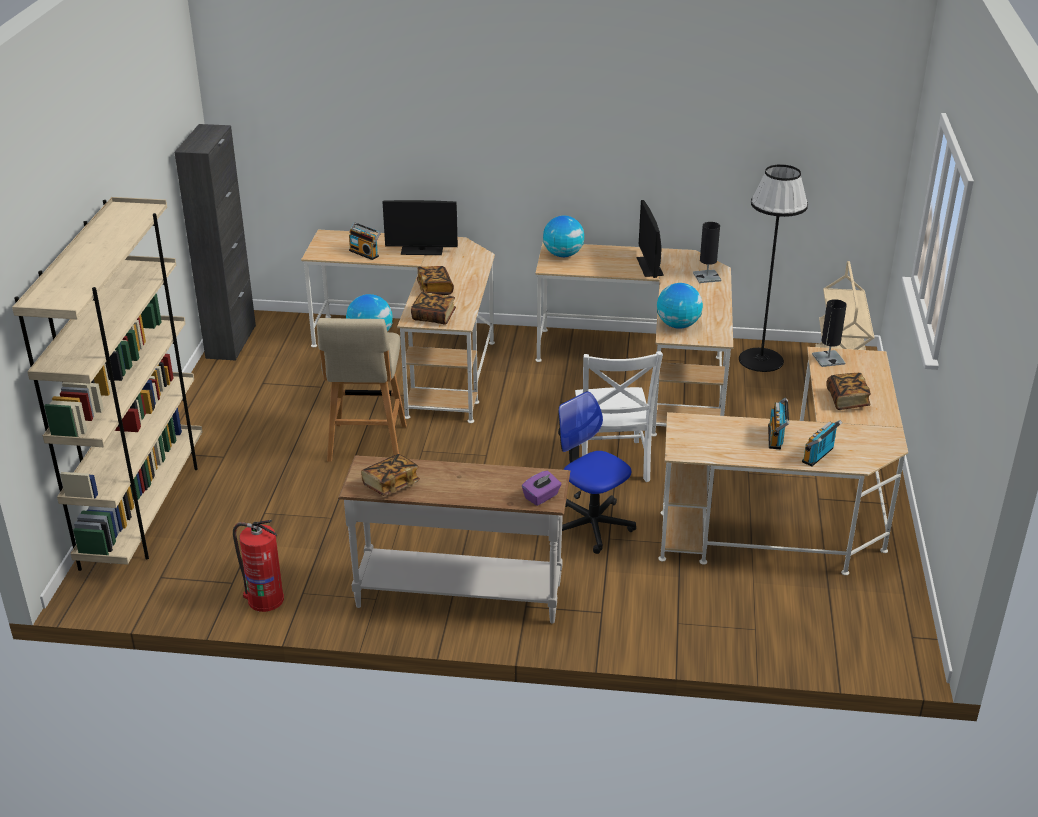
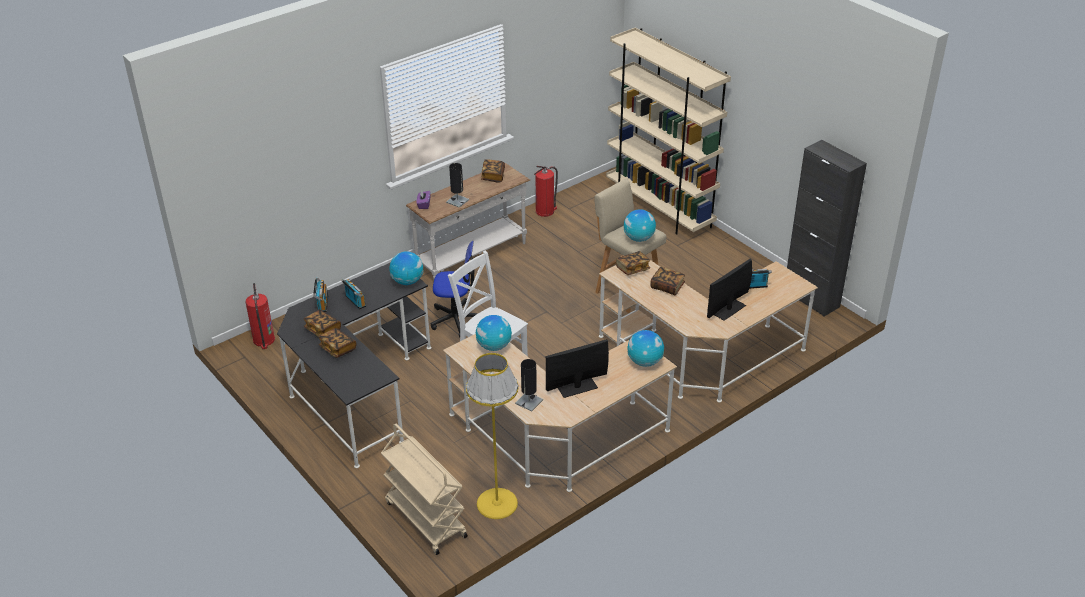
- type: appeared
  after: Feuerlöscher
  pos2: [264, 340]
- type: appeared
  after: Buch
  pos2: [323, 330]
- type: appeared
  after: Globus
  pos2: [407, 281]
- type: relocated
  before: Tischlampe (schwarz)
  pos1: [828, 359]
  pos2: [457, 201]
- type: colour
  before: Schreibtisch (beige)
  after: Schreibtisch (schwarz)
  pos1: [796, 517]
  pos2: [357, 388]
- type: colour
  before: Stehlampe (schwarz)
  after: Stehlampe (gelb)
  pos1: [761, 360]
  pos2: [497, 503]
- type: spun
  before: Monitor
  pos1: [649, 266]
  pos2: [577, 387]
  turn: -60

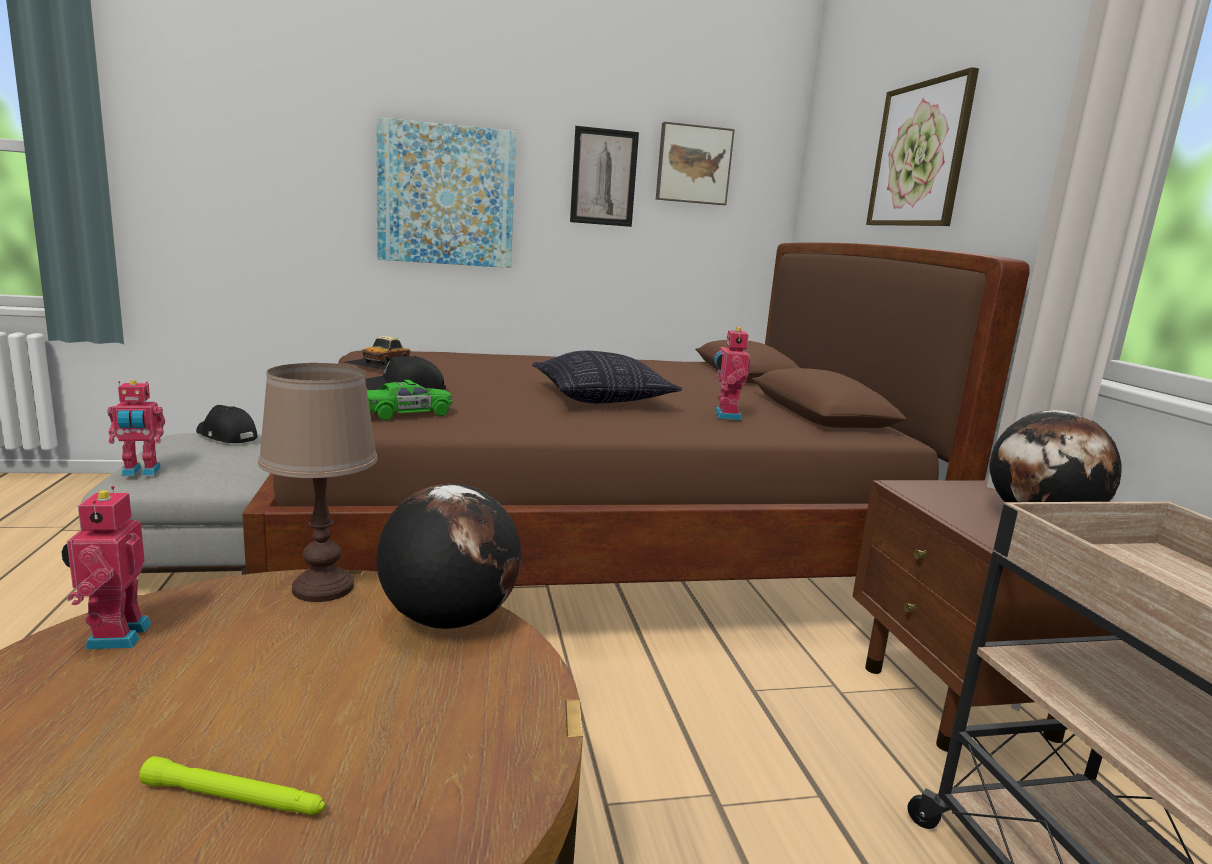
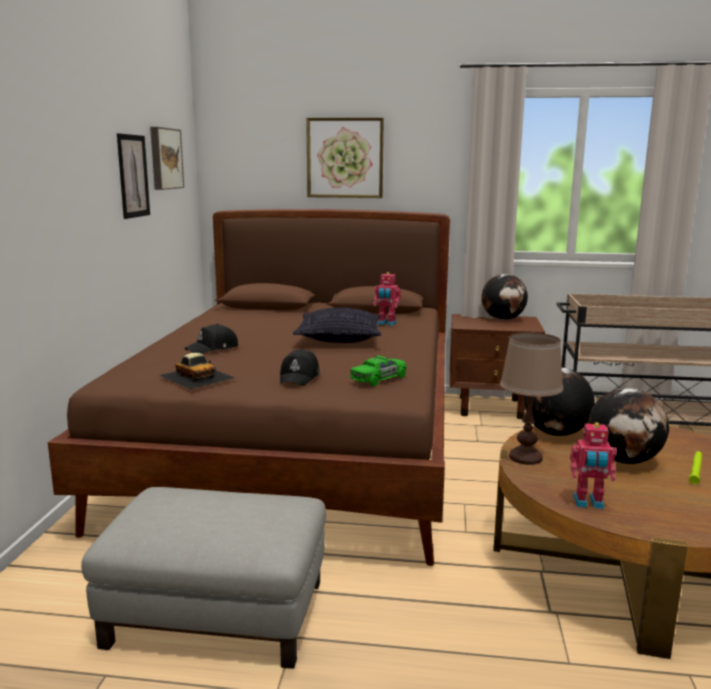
- type: missing
  before: Spielzeugroboter
  pos1: [140, 472]
- type: missing
  before: Bild
  pos1: [446, 195]
- type: appeared
  after: Globus
  pos2: [624, 460]
- type: relocated
  before: Kappe (schwarz)
  pos1: [226, 436]
  pos2: [213, 348]
- type: spun
  before: Spielzeugauto (grün)
  pos1: [406, 414]
  pos2: [379, 379]
  turn: 60

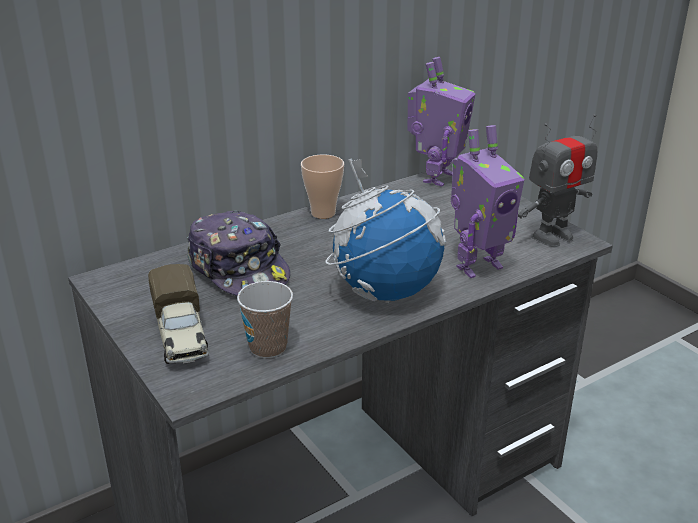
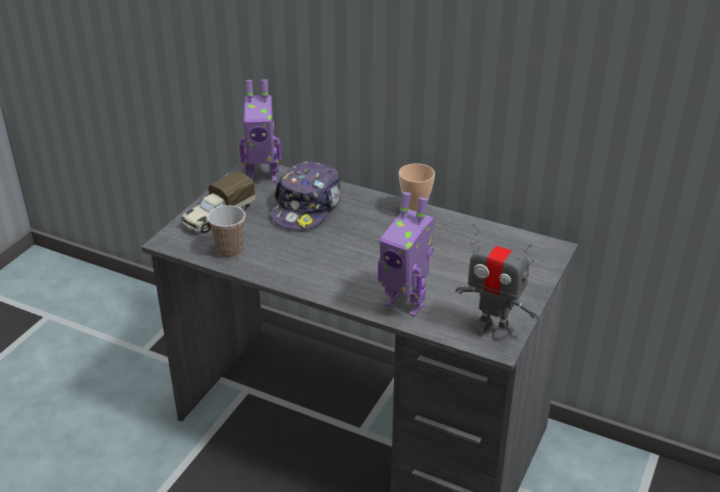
- type: missing
  before: Globus
  pos1: [385, 290]
- type: relocated
  before: Spielzeugroboter
  pos1: [436, 177]
  pos2: [262, 176]

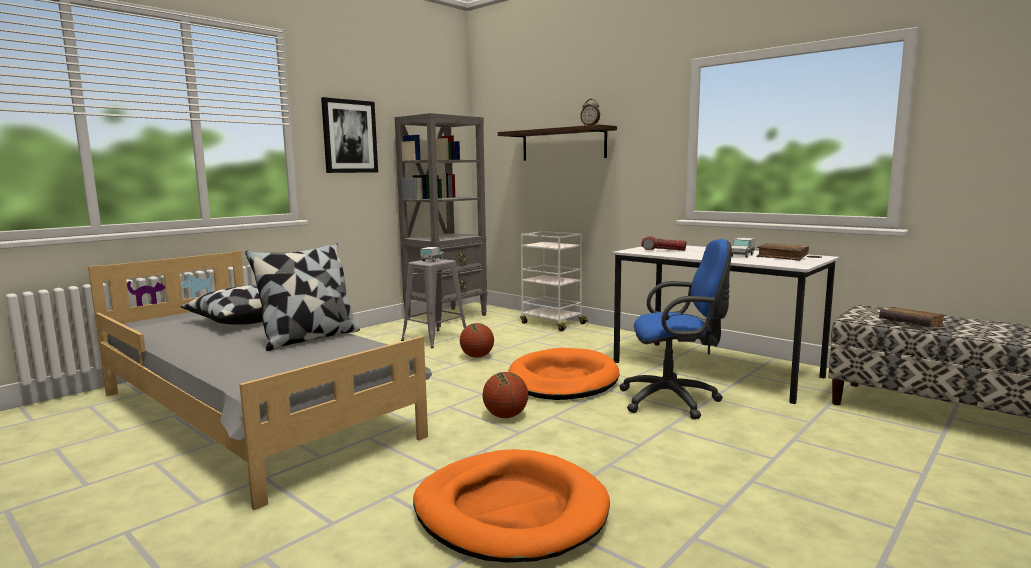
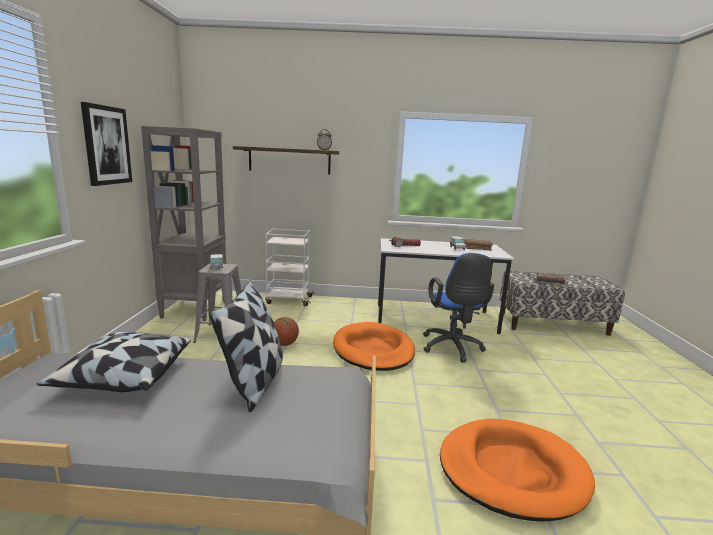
- type: missing
  before: Basketball
  pos1: [505, 416]
- type: spun
  before: Bürostuhl (blau)
  pos1: [674, 401]
  pos2: [452, 348]
  turn: 120

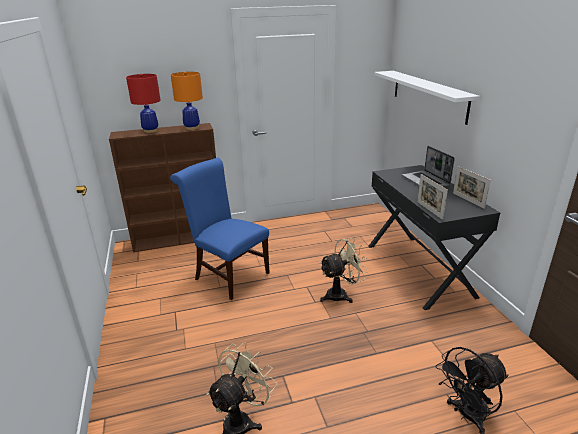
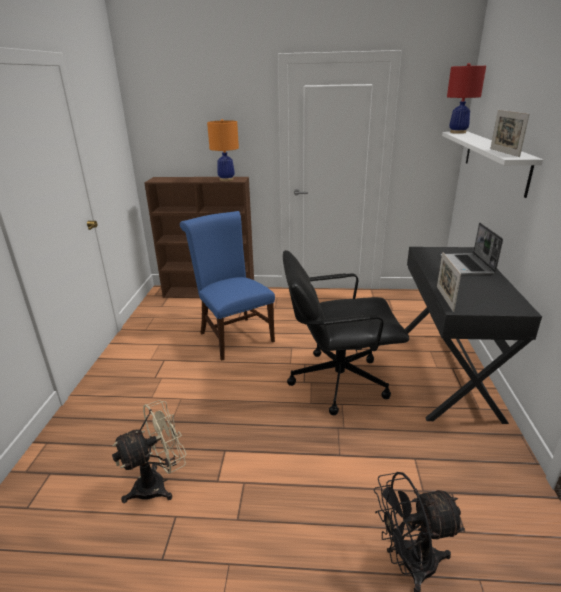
- type: relocated
  before: Tischlampe (rot)
  pos1: [150, 131]
  pos2: [457, 132]
- type: relocated
  before: Bilderrahmen
  pos1: [468, 200]
  pos2: [504, 152]
- type: exchanged
  before: Ventilator (beige)
  after: Bürostuhl (schwarz)
  pos1: [341, 294]
  pos2: [337, 380]

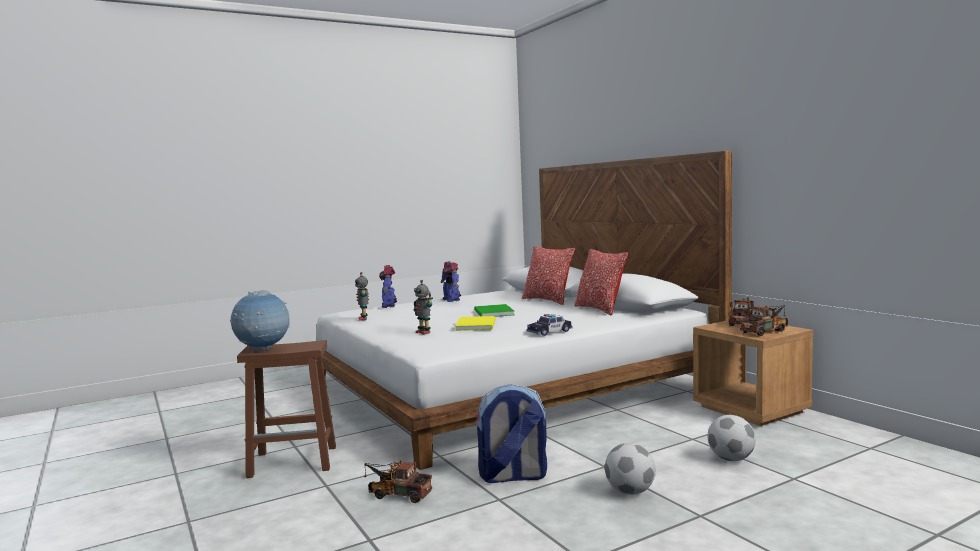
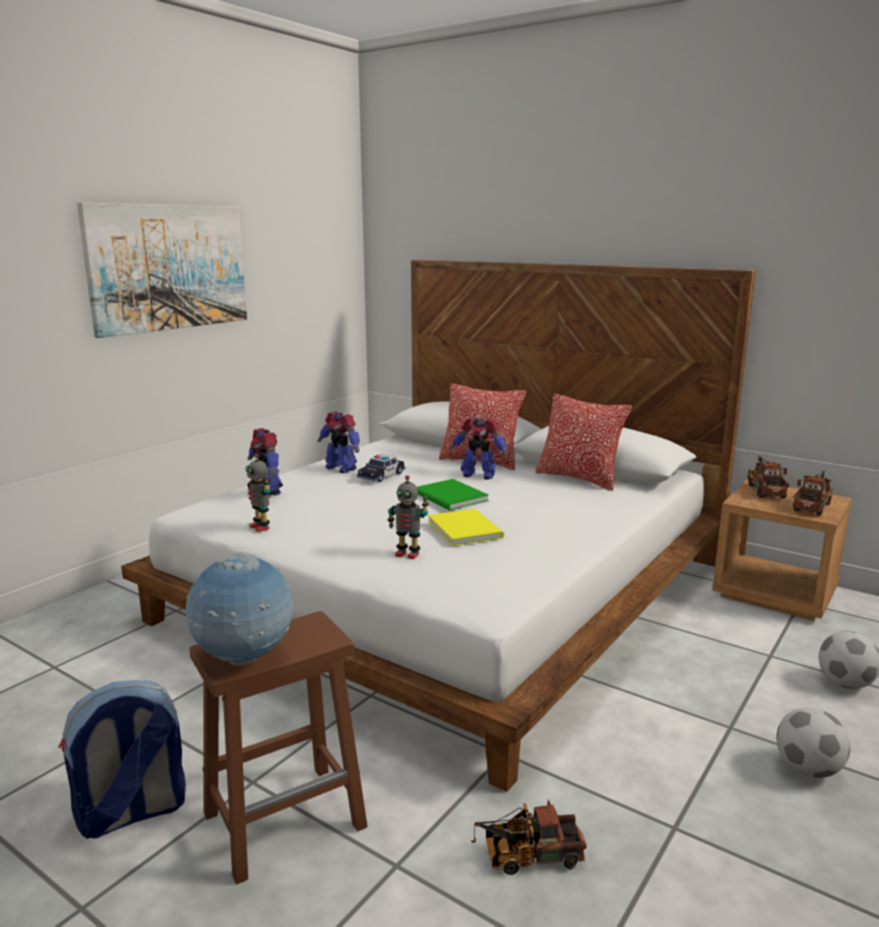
- type: appeared
  after: Bild
  pos2: [169, 267]
- type: appeared
  after: Spielzeugroboter
  pos2: [478, 475]
- type: relocated
  before: Rucksack
  pos1: [512, 476]
  pos2: [131, 813]
- type: relocated
  before: Spielzeugauto
  pos1: [549, 332]
  pos2: [381, 475]

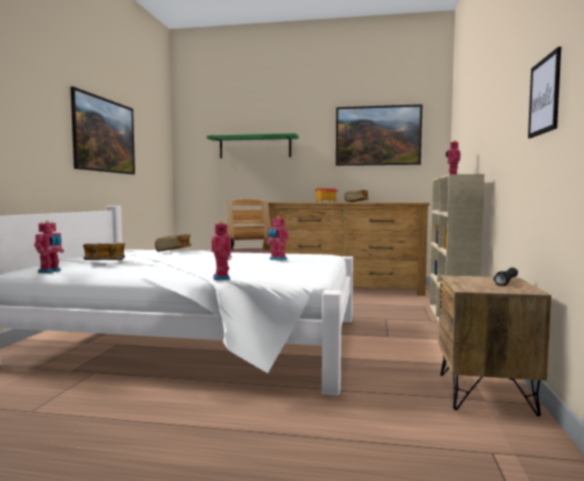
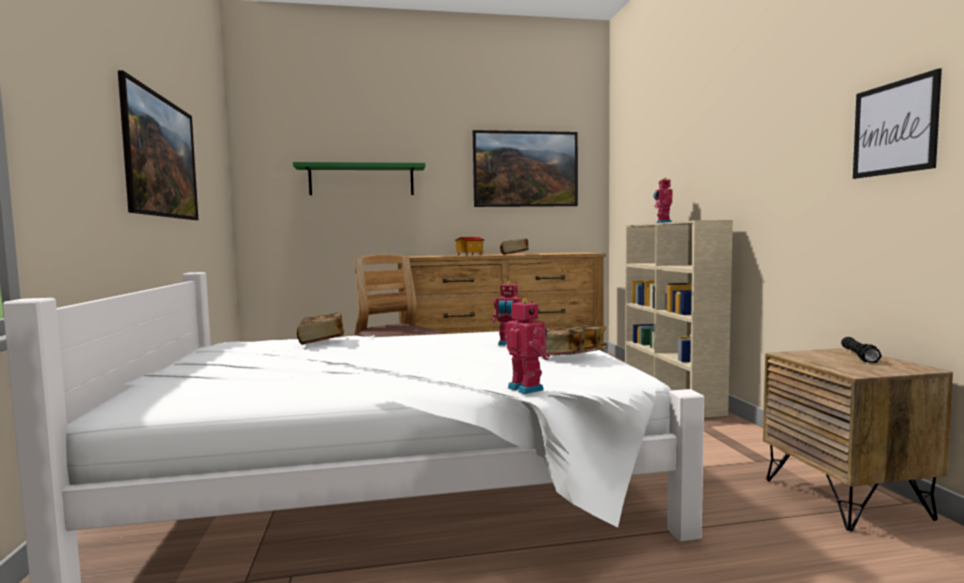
- type: missing
  before: Spielzeugroboter
  pos1: [50, 271]
- type: relocated
  before: Buch
  pos1: [104, 261]
  pos2: [570, 356]

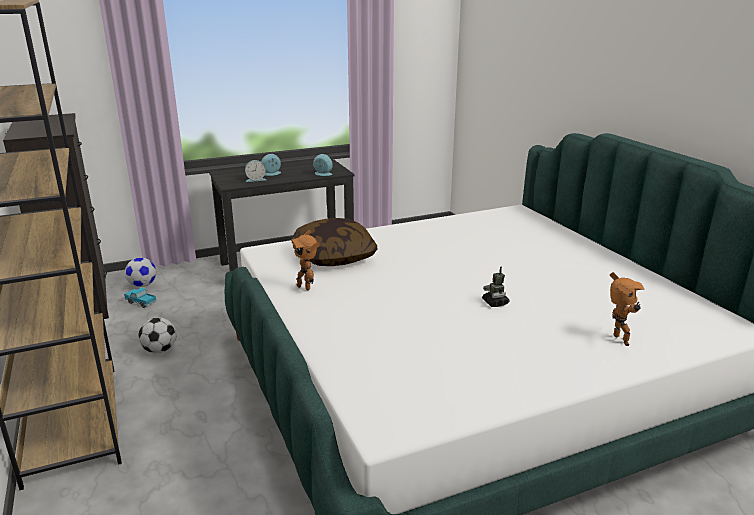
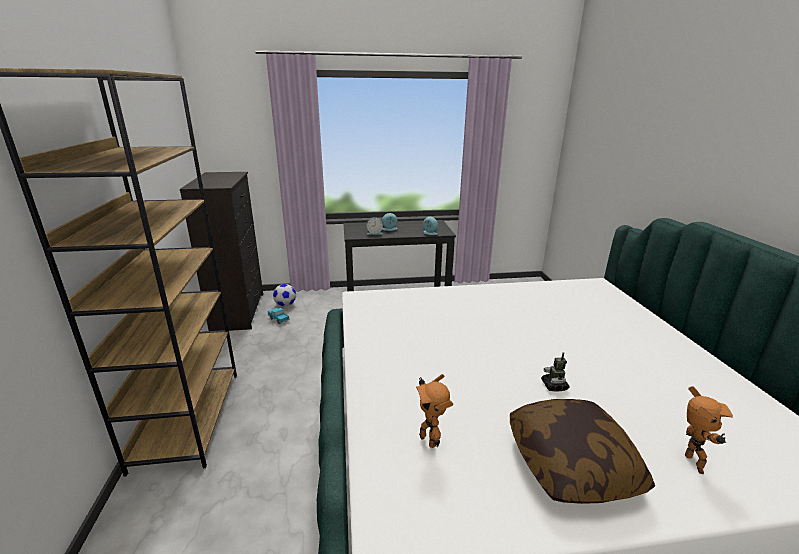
- type: missing
  before: Fußball
  pos1: [160, 350]
- type: relocated
  before: Spielzeugroboter
  pos1: [305, 286]
  pos2: [429, 439]
- type: relocated
  before: Kissen
  pos1: [335, 256]
  pos2: [571, 464]

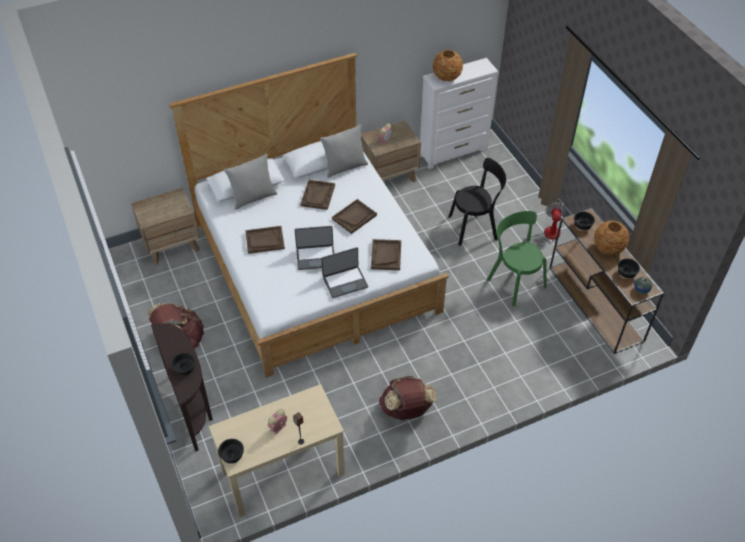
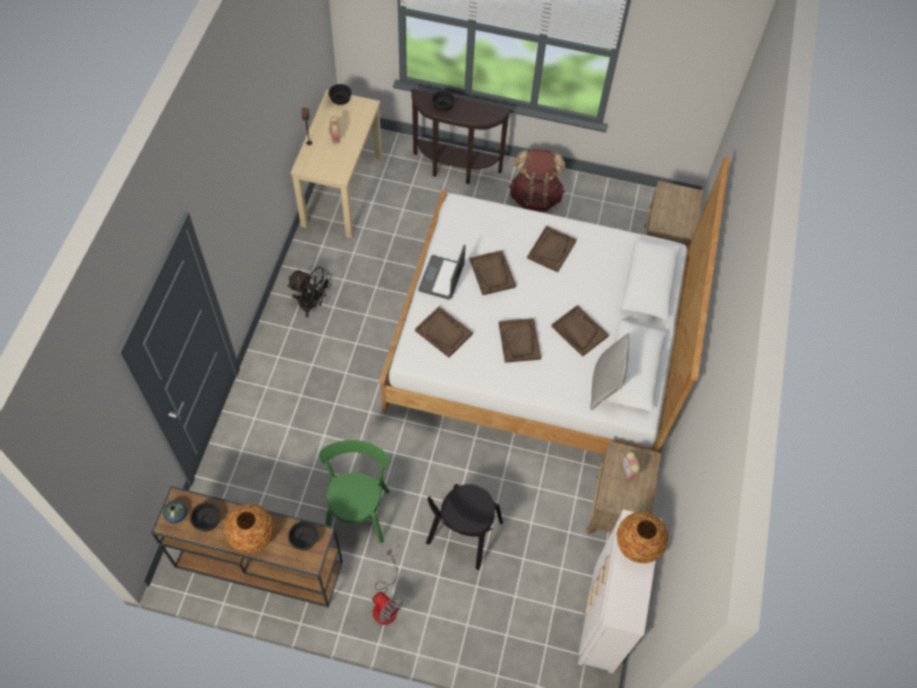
- type: missing
  before: Kissen (grau)
  pos1: [253, 197]
- type: exchanged
  before: Laptop
  after: Tablett (braun)
  pos1: [315, 257]
  pos2: [492, 273]
- type: exchanged
  before: Rucksack (braun)
  after: Ventilator (schwarz)
  pos1: [406, 410]
  pos2: [312, 305]
- type: spun
  before: Stuhl (grün)
  pos1: [514, 281]
  pos2: [358, 510]
  turn: -90

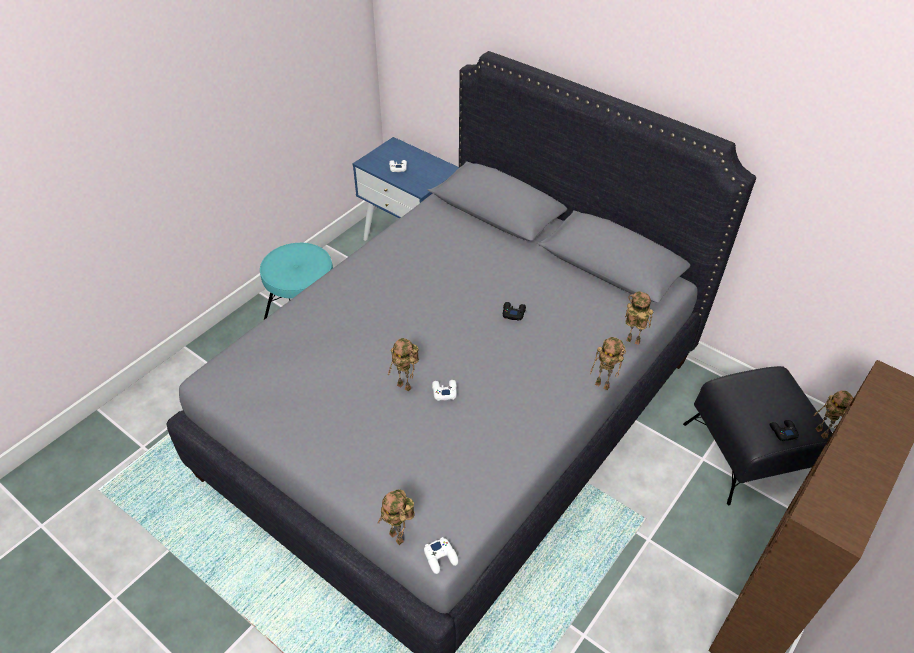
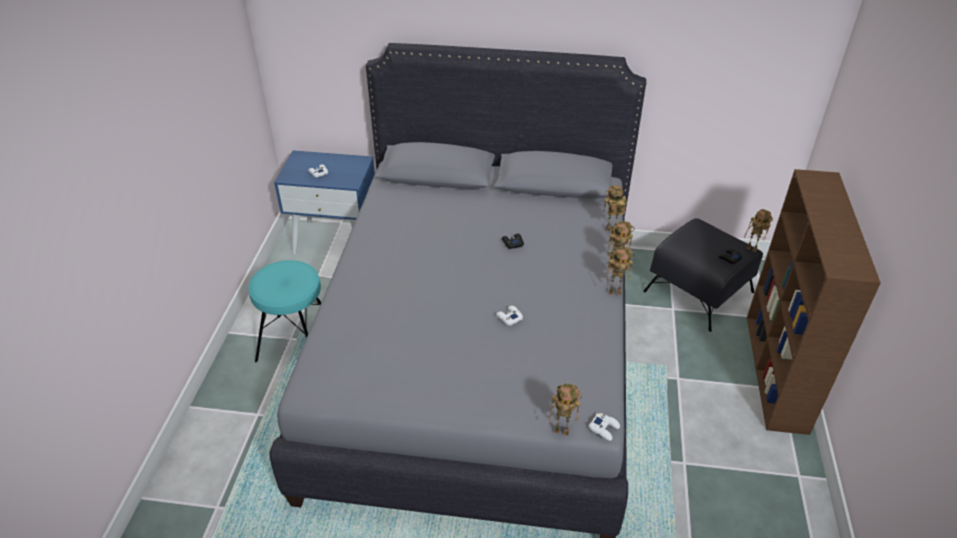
- type: relocated
  before: Spielzeugroboter
  pos1: [406, 386]
  pos2: [615, 292]

